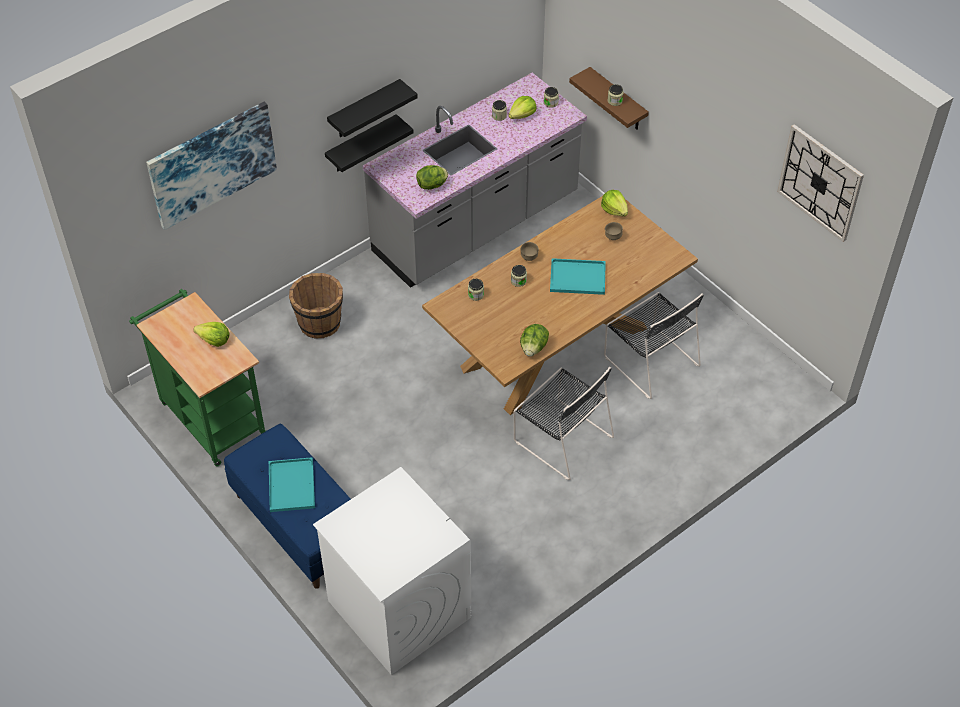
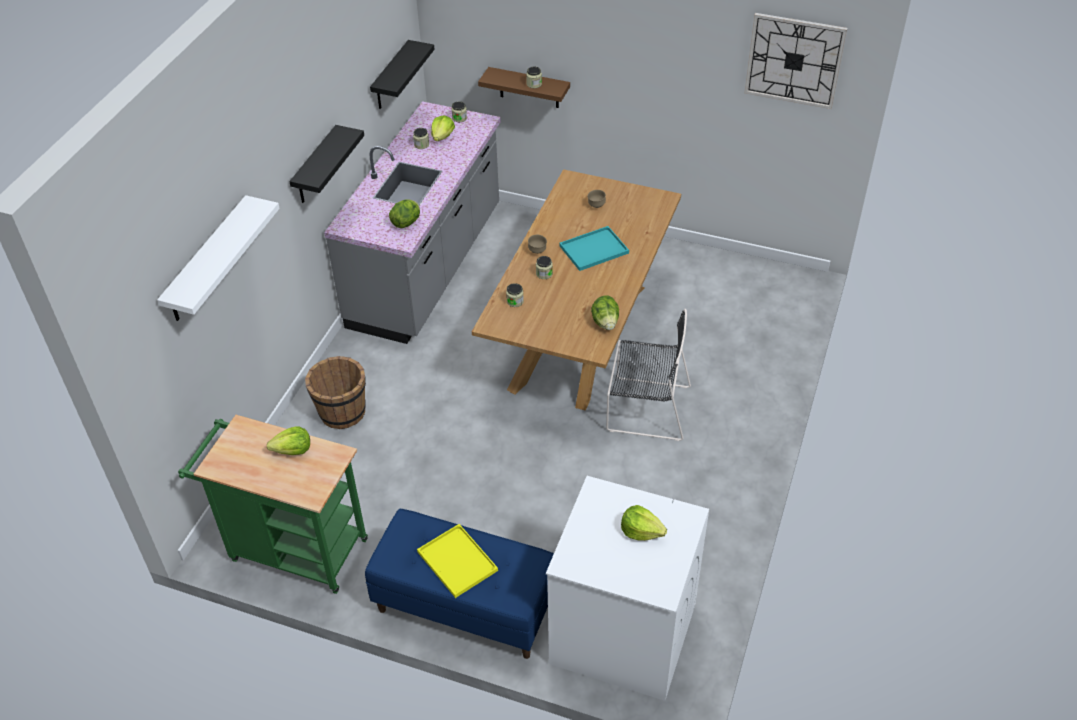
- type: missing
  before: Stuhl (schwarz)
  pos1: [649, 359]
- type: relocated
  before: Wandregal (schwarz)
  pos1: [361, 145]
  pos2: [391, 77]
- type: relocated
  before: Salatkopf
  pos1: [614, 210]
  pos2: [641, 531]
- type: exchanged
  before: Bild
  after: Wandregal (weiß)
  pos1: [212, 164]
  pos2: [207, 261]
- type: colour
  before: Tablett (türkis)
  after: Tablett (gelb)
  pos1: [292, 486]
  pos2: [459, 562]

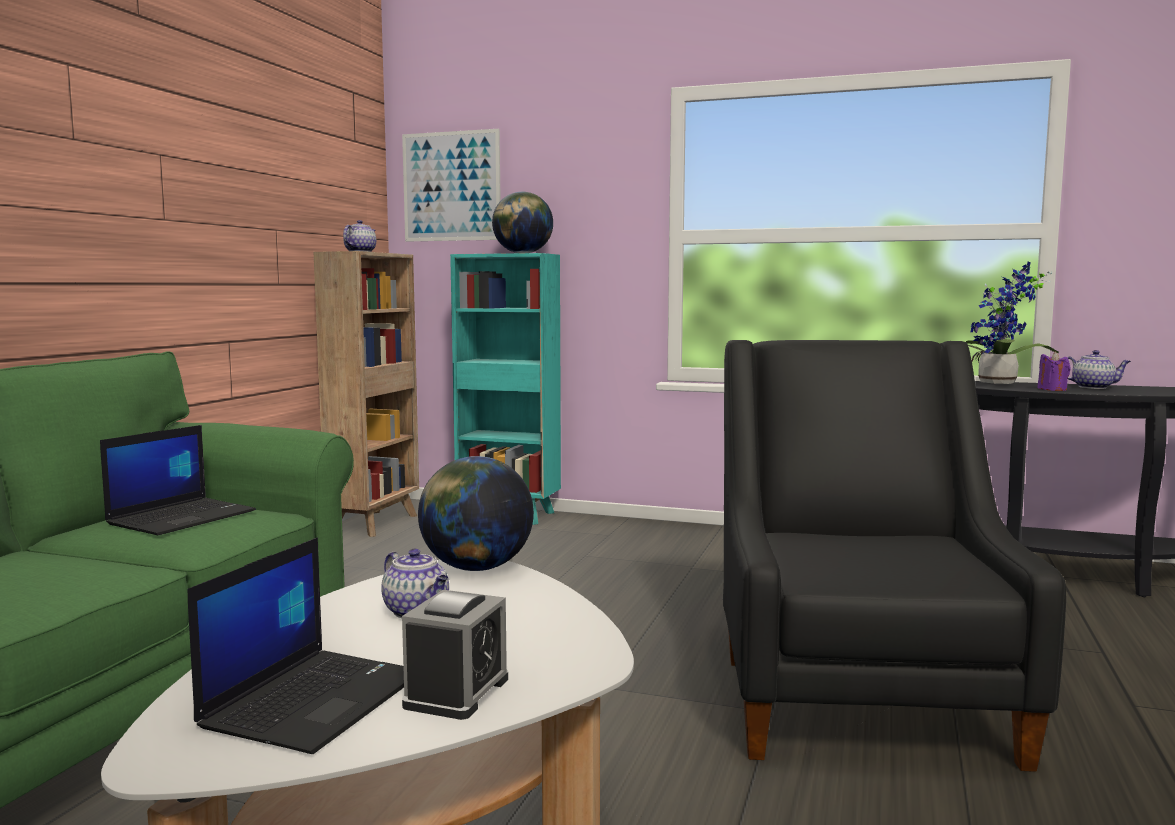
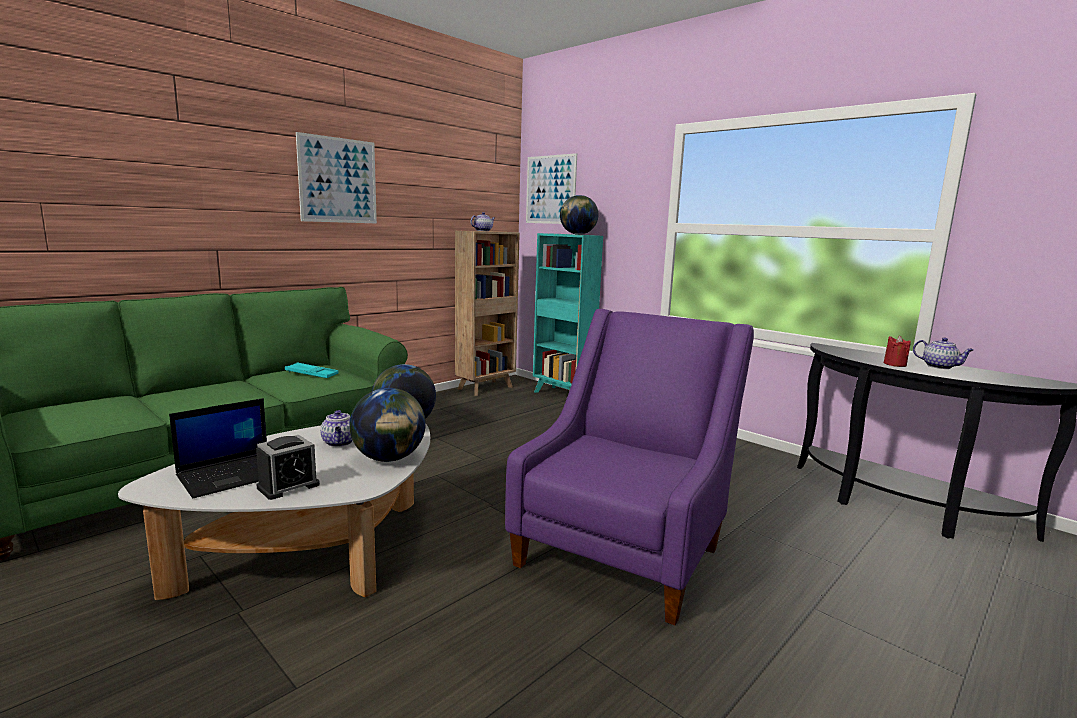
- type: missing
  before: Topfpflanze
  pos1: [1000, 383]
- type: appeared
  after: Bild
  pos2: [338, 180]
- type: appeared
  after: Globus
  pos2: [389, 458]
- type: exchanged
  before: Laptop
  after: Tablett (türkis)
  pos1: [182, 517]
  pos2: [312, 374]
- type: colour
  before: Sessel (schwarz)
  after: Sessel (lila)
  pos1: [859, 697]
  pos2: [625, 549]
- type: colour
  before: Kerze (lila)
  after: Kerze (rot)
  pos1: [1052, 389]
  pos2: [894, 364]

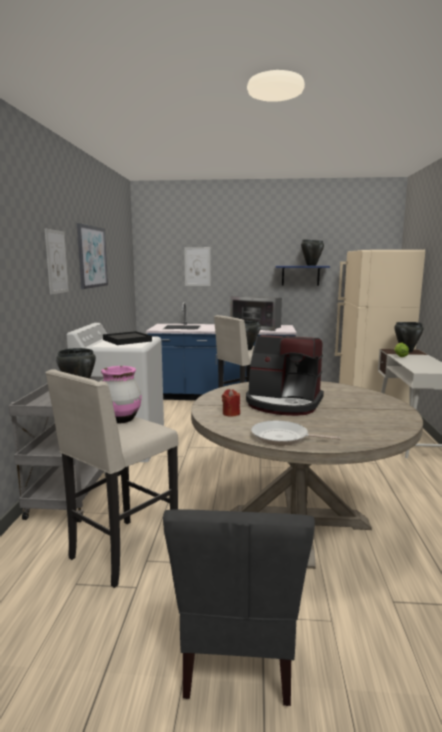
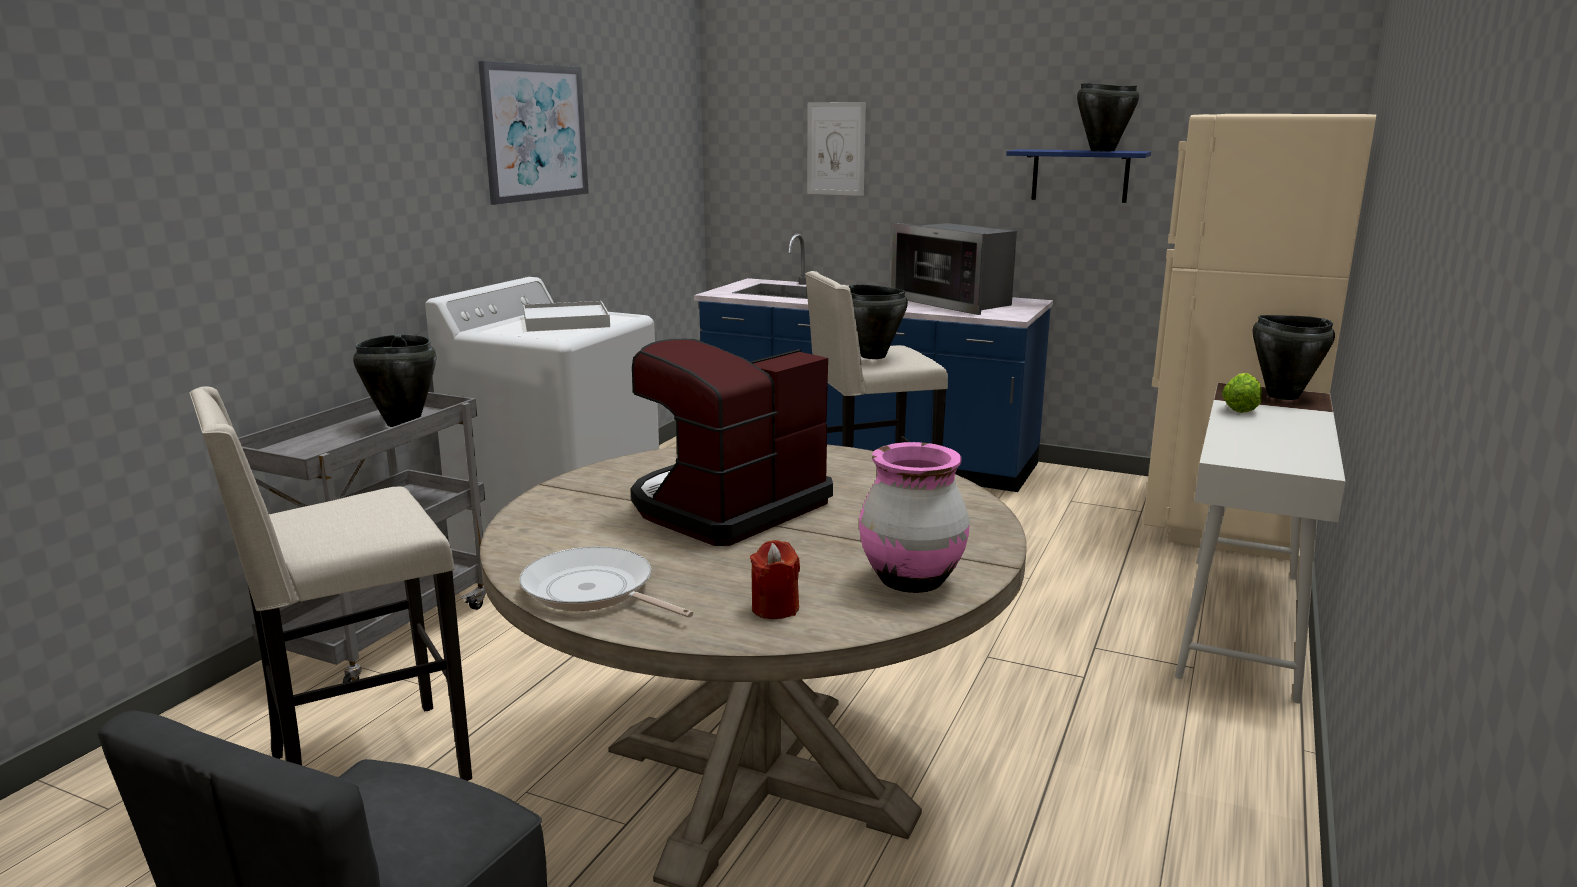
- type: missing
  before: Bild
  pos1: [56, 262]
- type: relocated
  before: Vase (rosa)
  pos1: [121, 420]
  pos2: [911, 581]
- type: relocated
  before: Kerze (rot)
  pos1: [231, 413]
  pos2: [775, 608]
- type: colour
  before: Tablett (schwarz)
  after: Tablett (weiß)
  pos1: [127, 340]
  pos2: [566, 321]
- type: spun
  before: Kaffeemaschine
  pos1: [283, 404]
  pos2: [727, 507]
  turn: 90

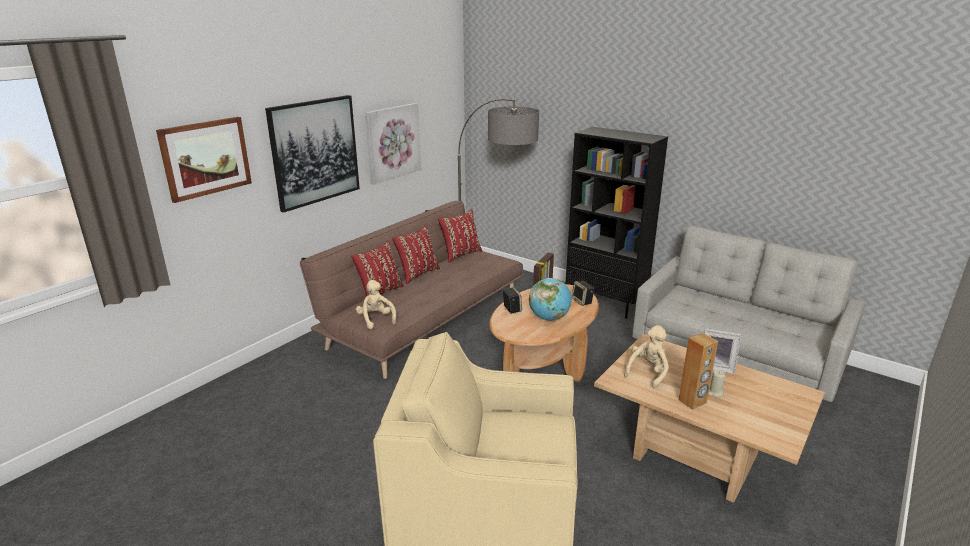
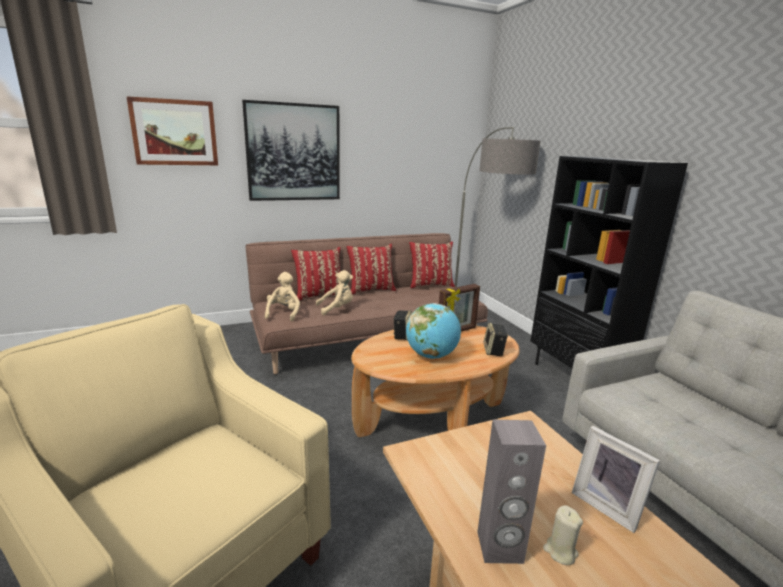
- type: missing
  before: Bild
  pos1: [392, 142]
- type: relocated
  before: Plüschtier (beige)
  pos1: [648, 372]
  pos2: [337, 308]
- type: colour
  before: Lautsprecher (braun)
  after: Lautsprecher (grau)
  pos1: [692, 401]
  pos2: [500, 548]

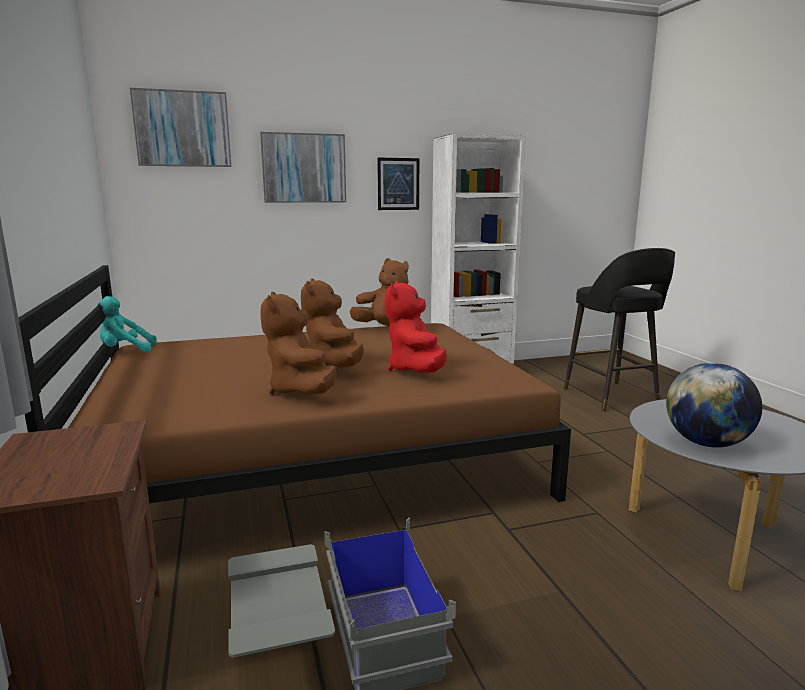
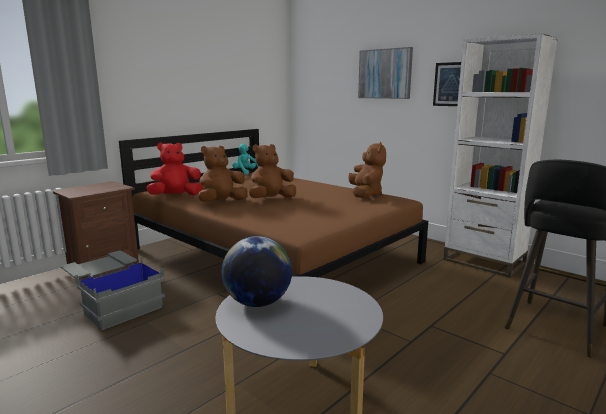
- type: missing
  before: Bild
  pos1: [182, 129]
- type: relocated
  before: Plüschtier (rot)
  pos1: [416, 370]
  pos2: [176, 196]

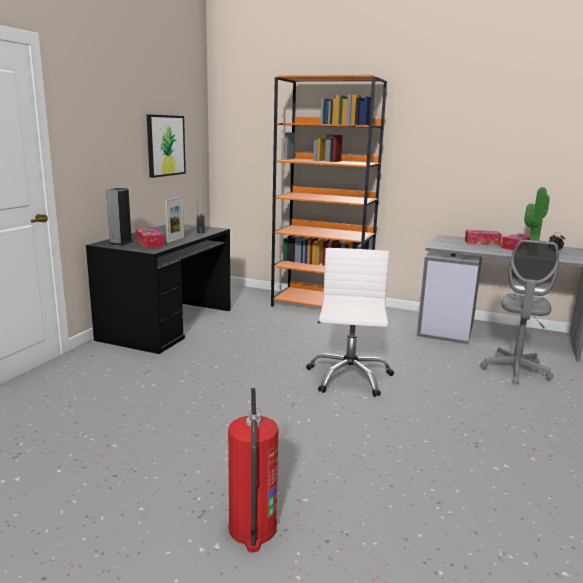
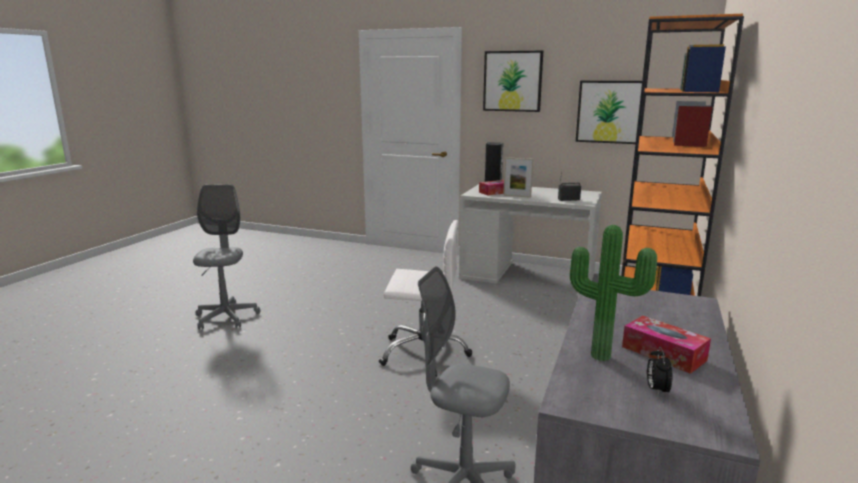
- type: missing
  before: Taschentuchbox
  pos1: [482, 242]
- type: appeared
  after: Bild
  pos2: [512, 81]
- type: exchanged
  before: Feuerlöscher
  after: Bürostuhl (grau)
  pos1: [252, 529]
  pos2: [226, 317]
- type: colour
  before: Schreibtisch (schwarz)
  after: Schreibtisch (weiß)
  pos1: [167, 324]
  pos2: [527, 275]

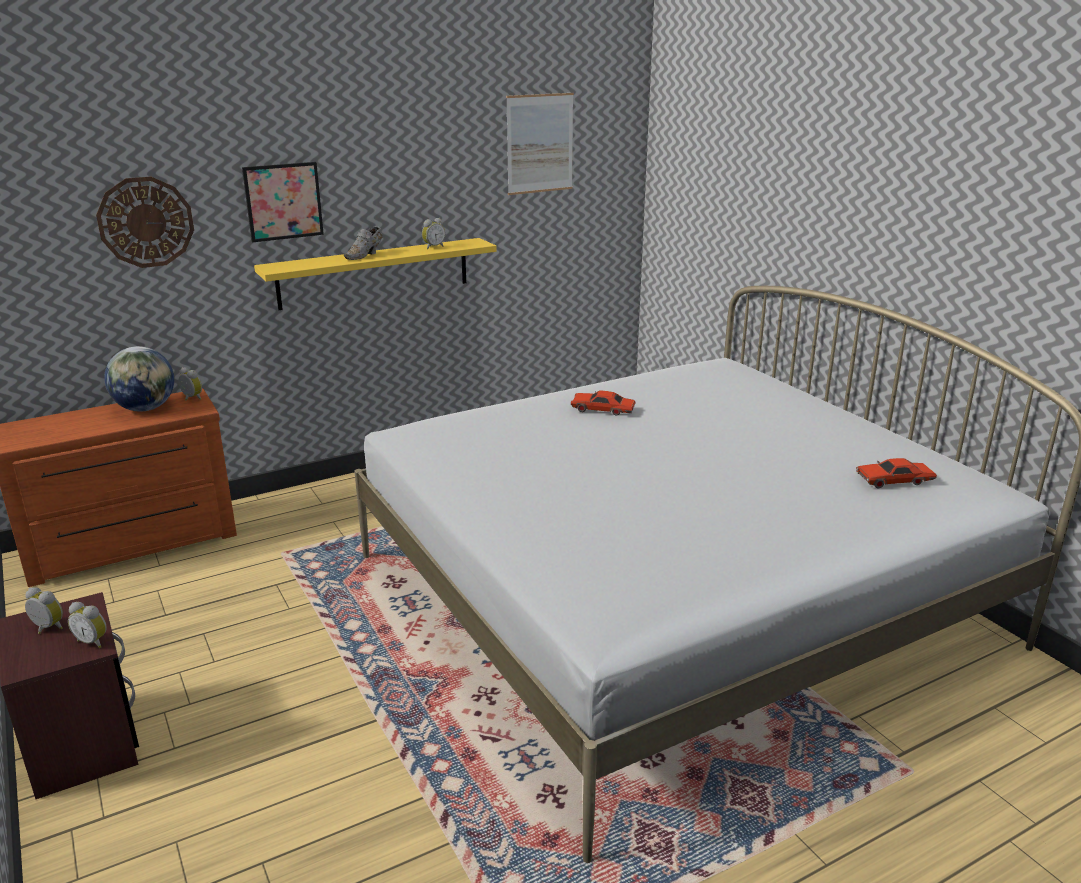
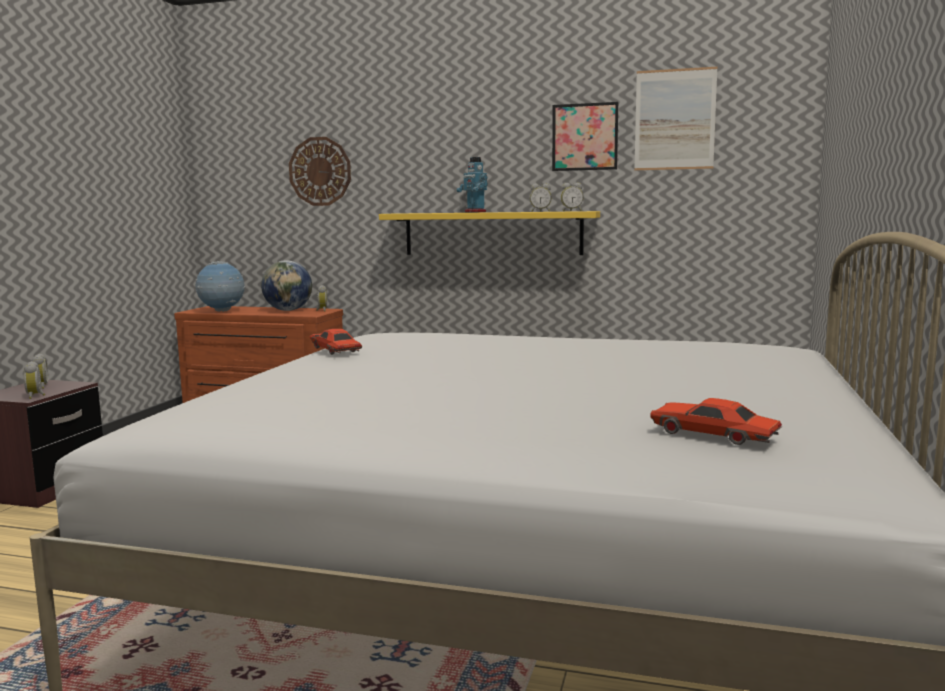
- type: appeared
  after: Globus
  pos2: [222, 311]
- type: appeared
  after: Wecker
  pos2: [571, 211]
- type: relocated
  before: Bild
  pos1: [283, 201]
  pos2: [585, 137]
- type: relocated
  before: Spielzeugauto (rot)
  pos1: [602, 410]
  pos2: [335, 350]
- type: exchanged
  before: Schuh (grau)
  after: Spielzeugroboter
  pos1: [365, 255]
  pos2: [475, 212]

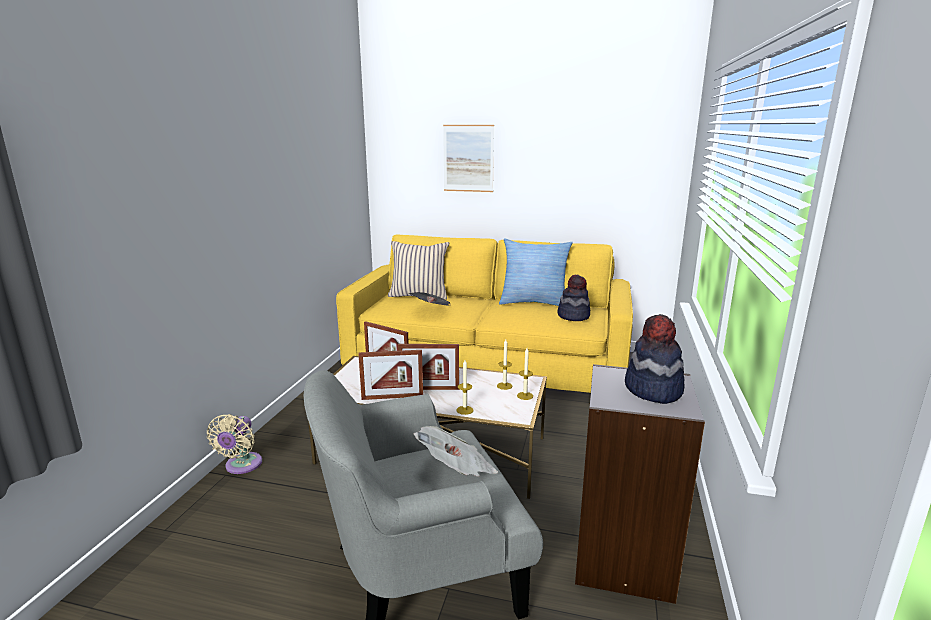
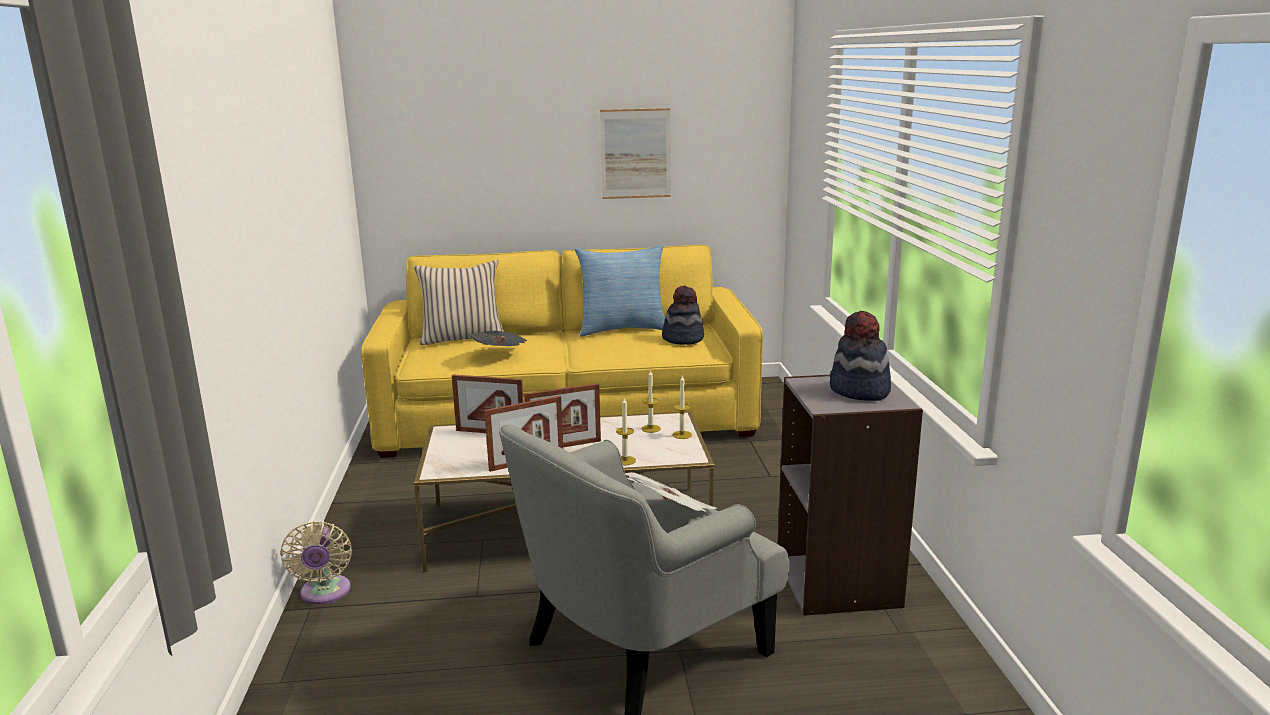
- type: relocated
  before: Bild
  pos1: [468, 158]
  pos2: [635, 154]

